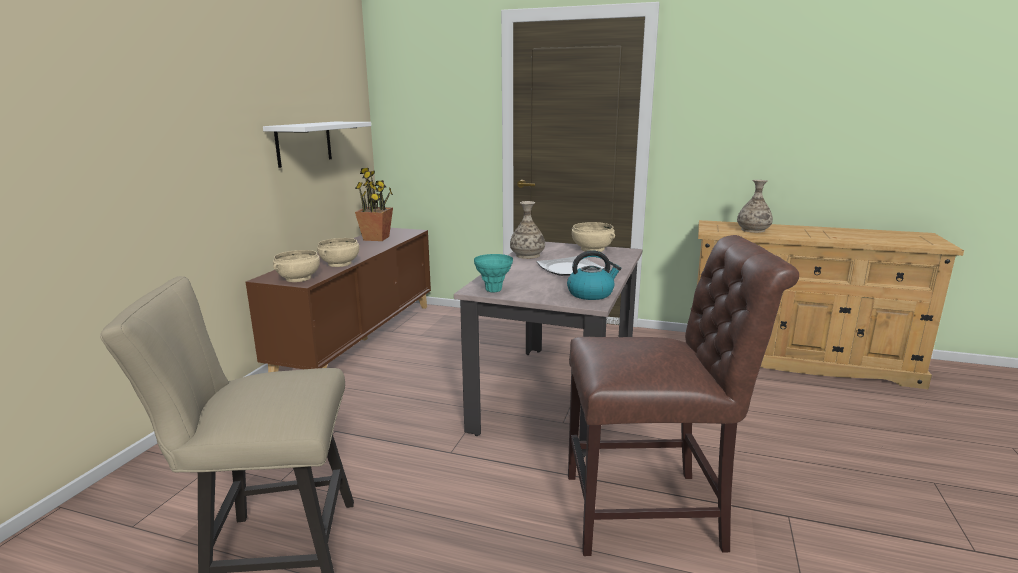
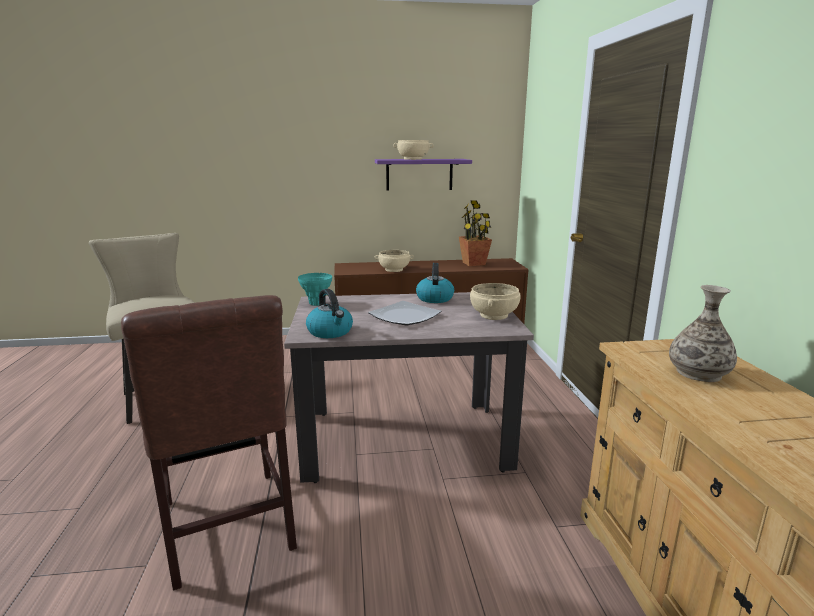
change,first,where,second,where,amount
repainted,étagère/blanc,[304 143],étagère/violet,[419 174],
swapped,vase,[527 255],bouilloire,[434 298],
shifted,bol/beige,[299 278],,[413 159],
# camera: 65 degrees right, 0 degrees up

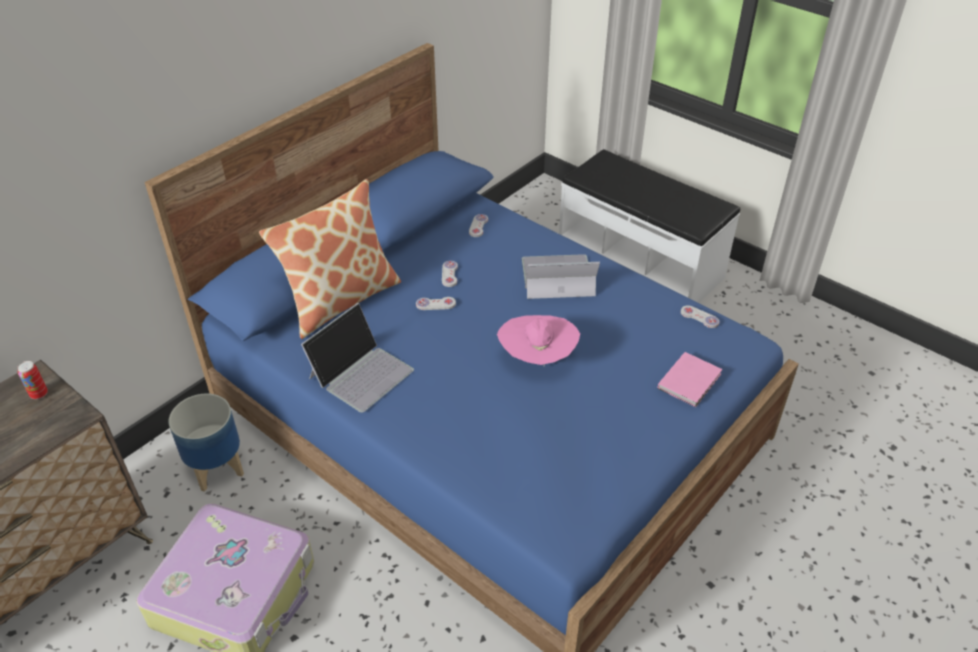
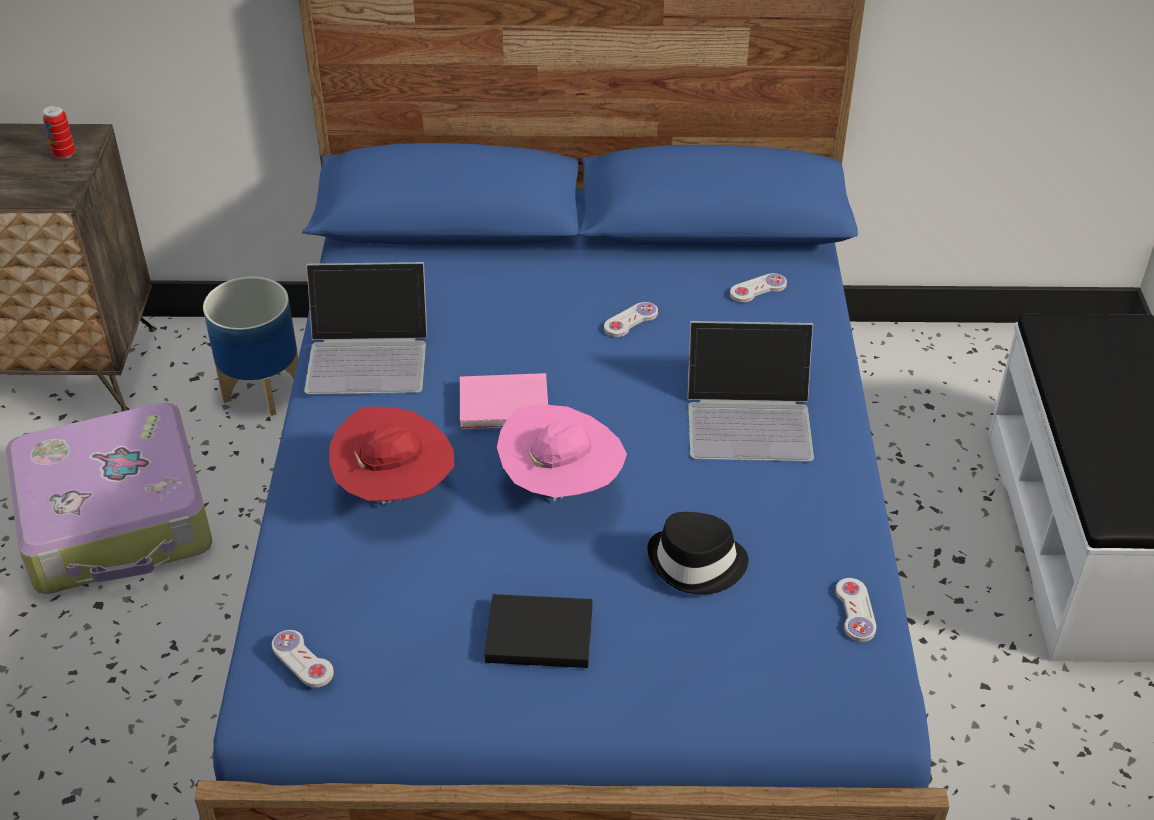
change,first,where,second,where,amount
gone,coussin,[340 300],,,
rotated,ordinateur portable,[557 277],,[750 417],135 degrees clockwise
shifted,manette/blanc,[436 304],,[302 660],
shifted,livre/rose,[691 380],,[506 406],
new,,,chapeau/rouge,[396 491],
new,,,chapeau/noir,[697 563],
new,,,livre/noir,[536 633],
# camera: 50 degrees right, 0 degrees up

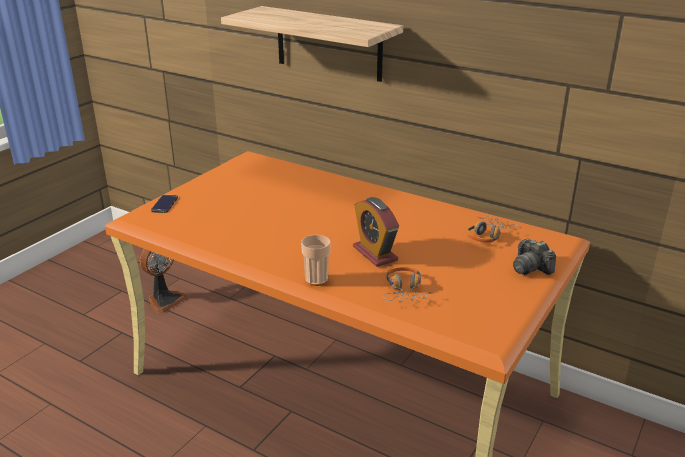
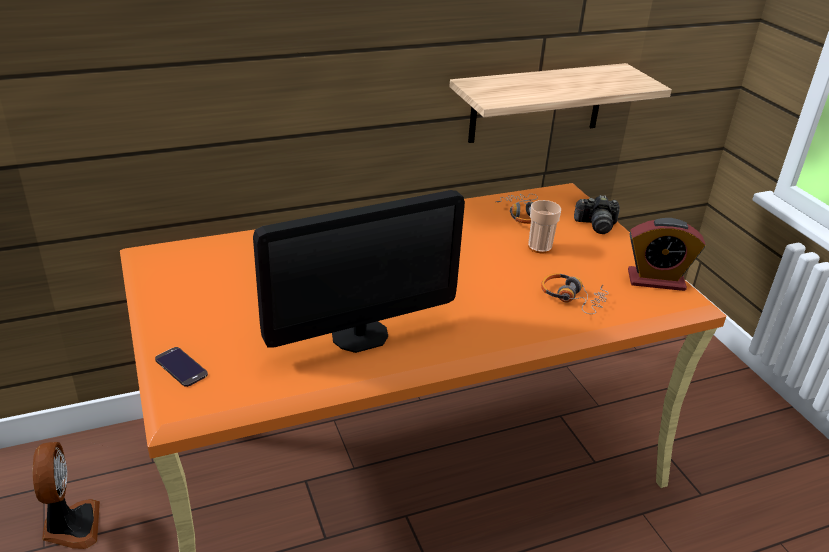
change,first,where,second,where,amount
shifted,étagère,[328 43],,[537 103],
shifted,réveil,[375 253],,[656 280],
shifted,tasse,[316 279],,[539 247],
new,,,écran d'ordinateur,[360 335],
# camera: 55 degrees left, 5 degrees up

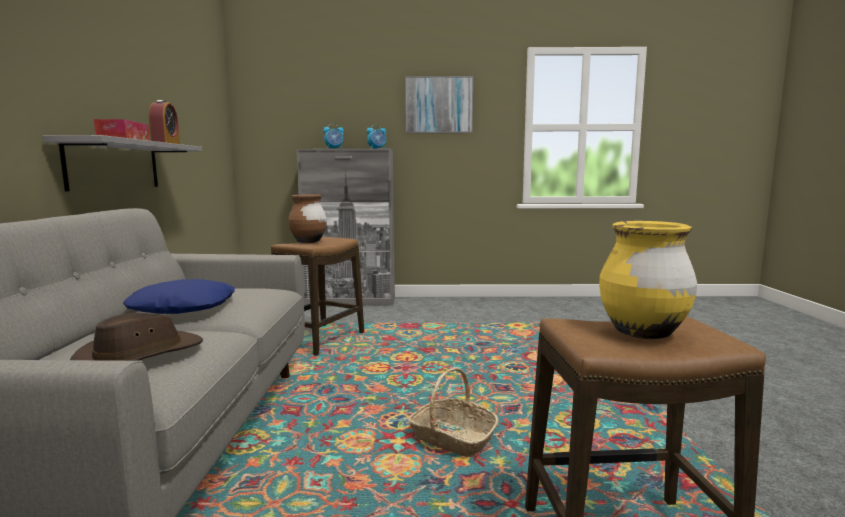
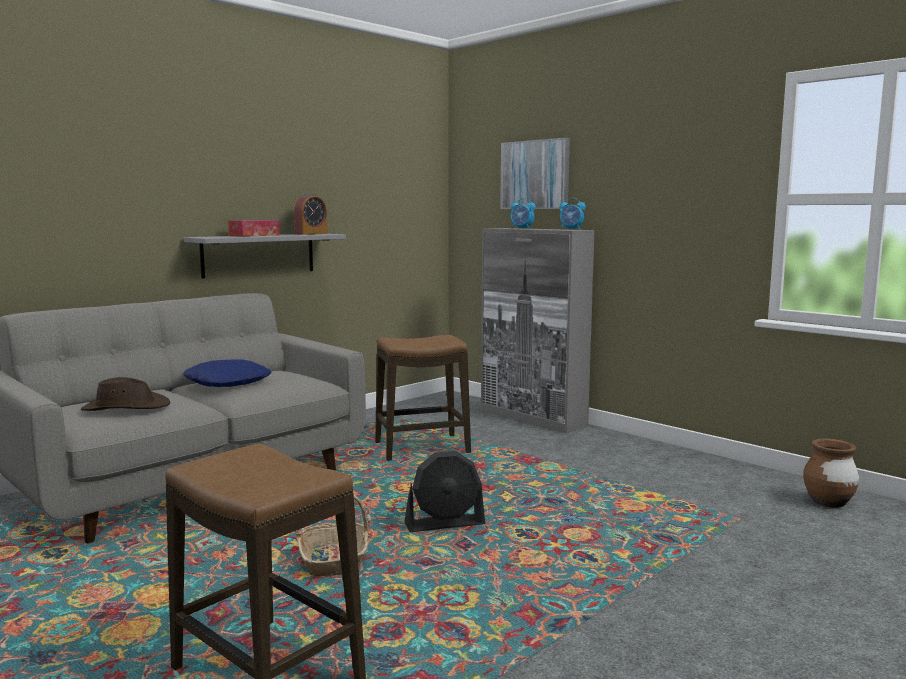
change,first,where,second,where,amount
shifted,tableau,[439 105],,[535 175],
shifted,vase/marron,[308 242],,[828 503],
gone,vase/jaune,[642 332],,,
new,,,ventilateur/noir,[445 524],
# camera: 45 degrees right, 0 degrees up

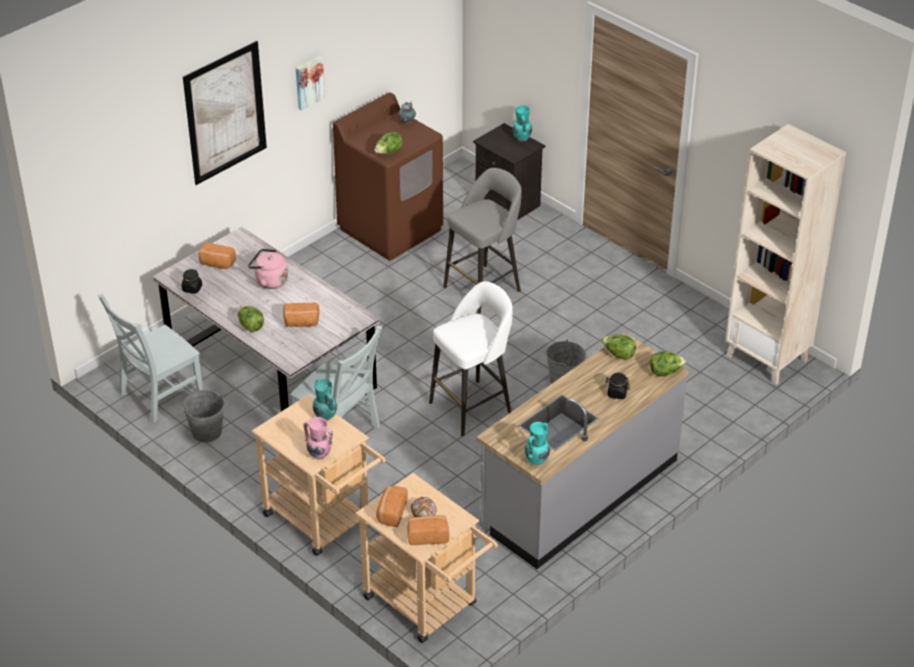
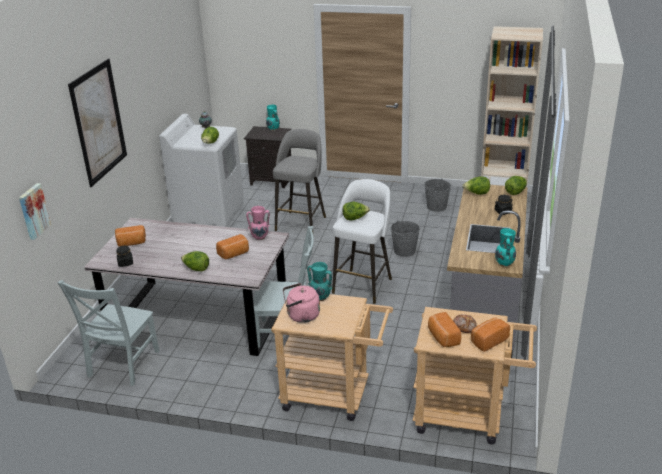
change,first,where,second,where,amount
shifted,tableau,[308 82],,[33 211],
repainted,lave-linge/marron,[391 229],lave-linge/blanc,[209 213],
shifted,bouilloire/rose,[269 281],,[301 316],
shifted,seau/gris,[207 432],,[436 207],
shifted,vase/rose,[319 455],,[260 238],
new,,,laitue,[355 218],
# camera: 30 degrees left, 10 degrees down

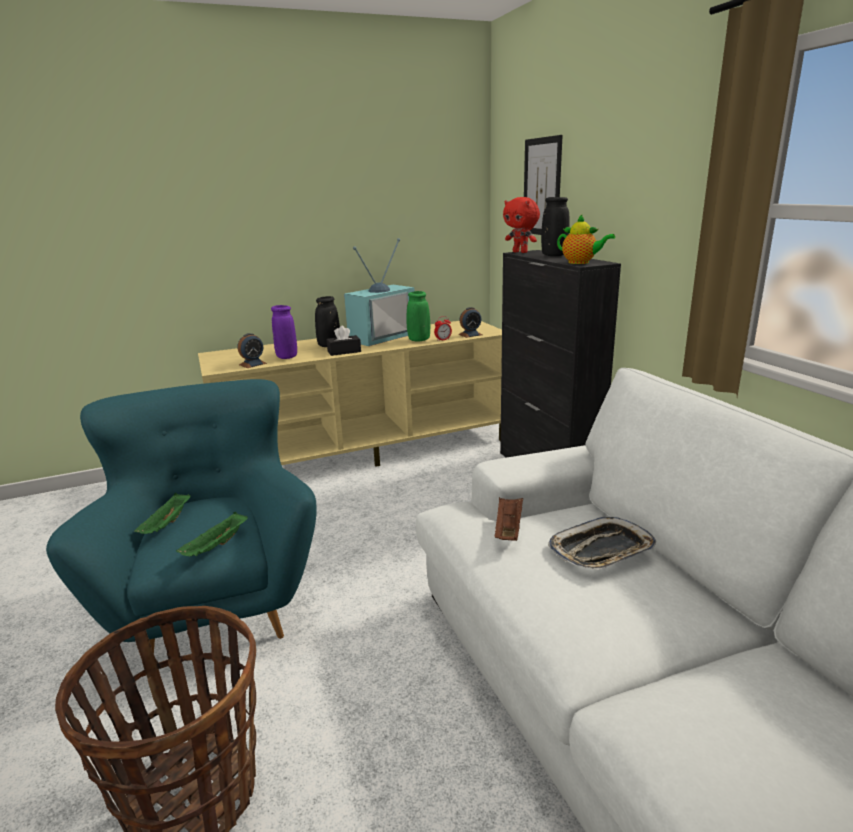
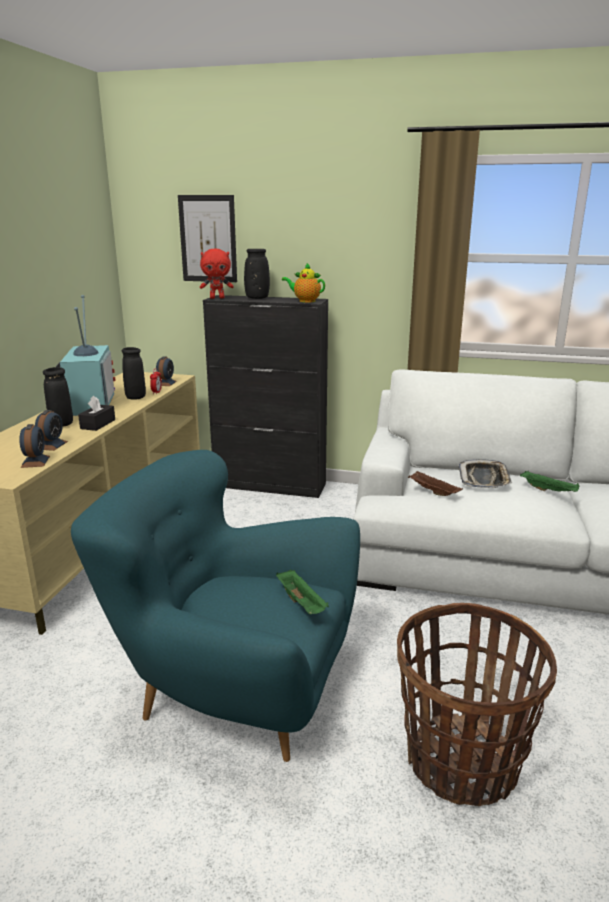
change,first,where,second,where,amount
rotated,théière,[581 263],,[305 301],135 degrees counterclockwise
repainted,vase/vert,[419 340],vase/noir,[136 397],
swapped,vase/violet,[287 357],réveil,[51 445],
shifted,plateau/vert,[167 524],,[549 490],
# camera: 55 degrees left, 0 degrees up

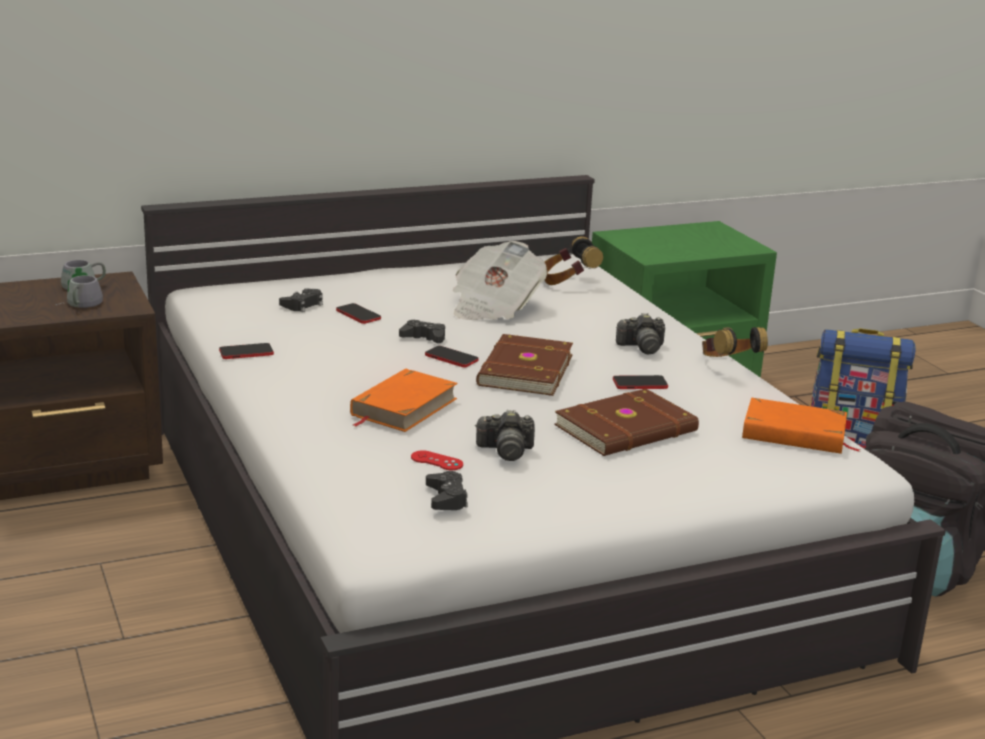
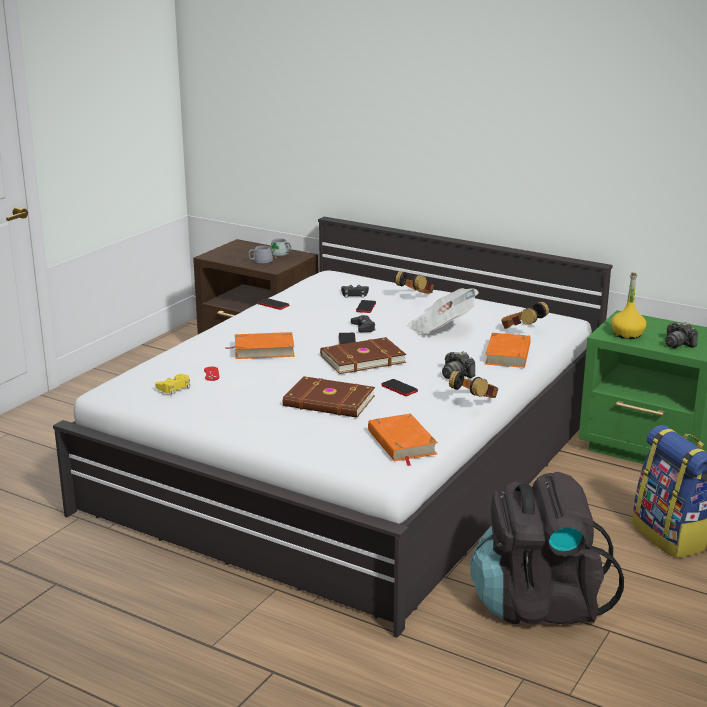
change,first,where,second,where,amount
shifted,appareil photo,[505 451],,[678 344],
repainted,manette/noir,[446 498],manette/jaune,[174 387],
new,,,casque audio,[416 297],
new,,,bouteille/jaune,[627 334],
new,,,livre/orange,[508 354],
# camera: 55 degrees right, 0 degrees up

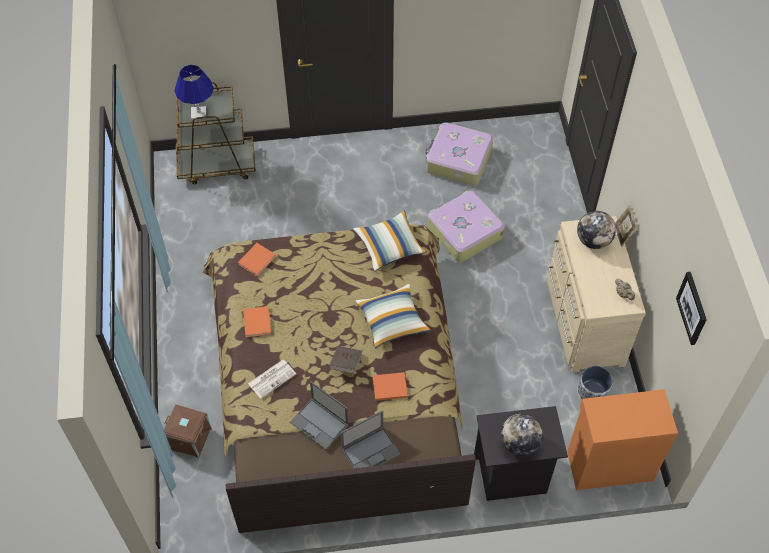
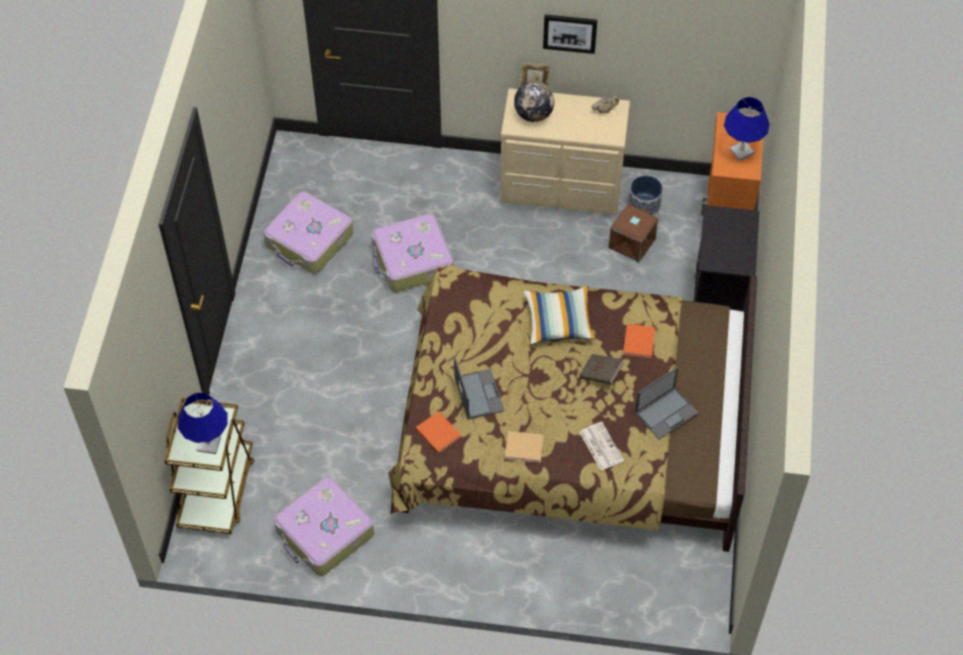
change,first,where,second,where,amount
gone,coussin,[389 246],,,
shifted,tableau,[692 308],,[570 32],
repainted,livre/orange,[257 323],livre/beige,[525 448],
shifted,boîte de rangement/marron,[190 438],,[631 243],
shifted,ordinateur portable,[371 451],,[478 394],
gone,globe,[519 444],,,
new,,,lampe de table/bleu,[741 151],
new,,,valise,[324 533],
# camera: 75 degrees left, 0 degrees up

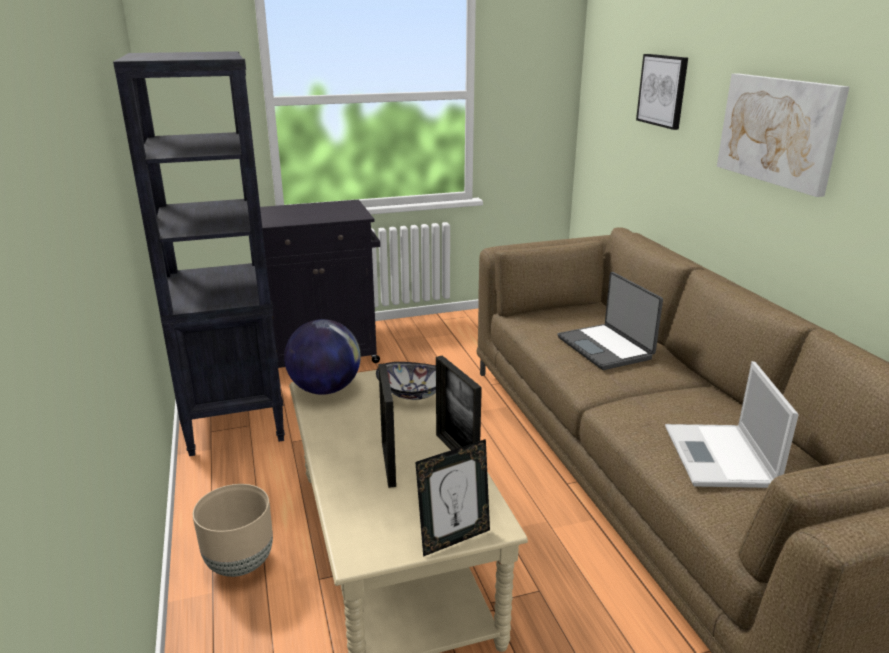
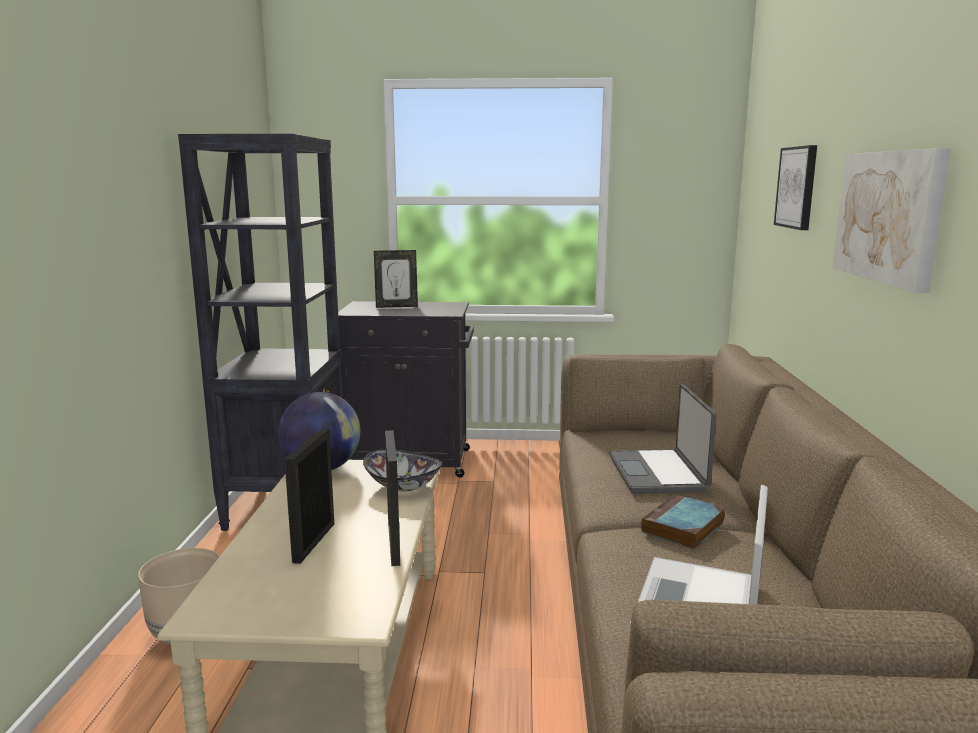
change,first,where,second,where,amount
shifted,cadre photo,[454 539],,[396 306],
new,,,livre,[683 528],
# camera: 20 degrees right, 10 degrees down

